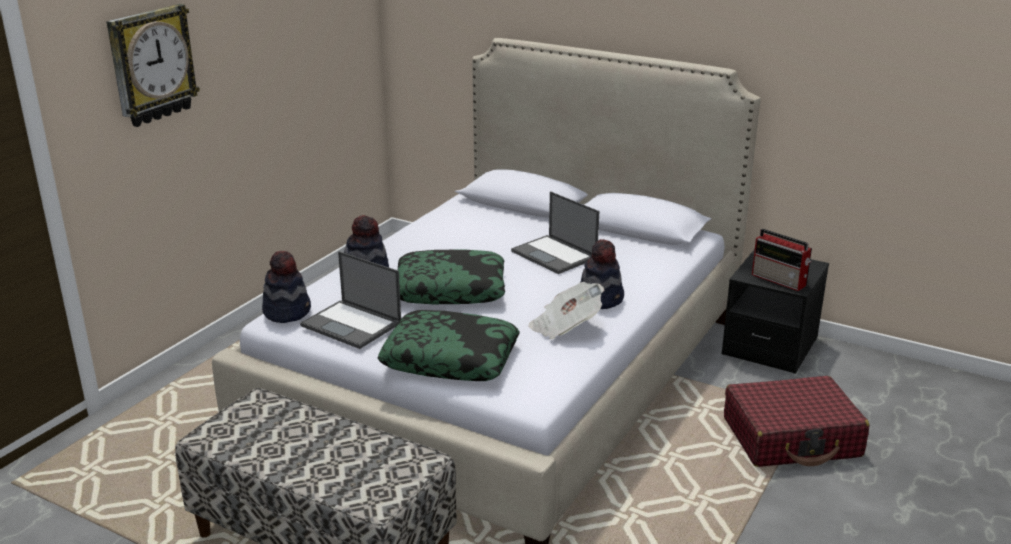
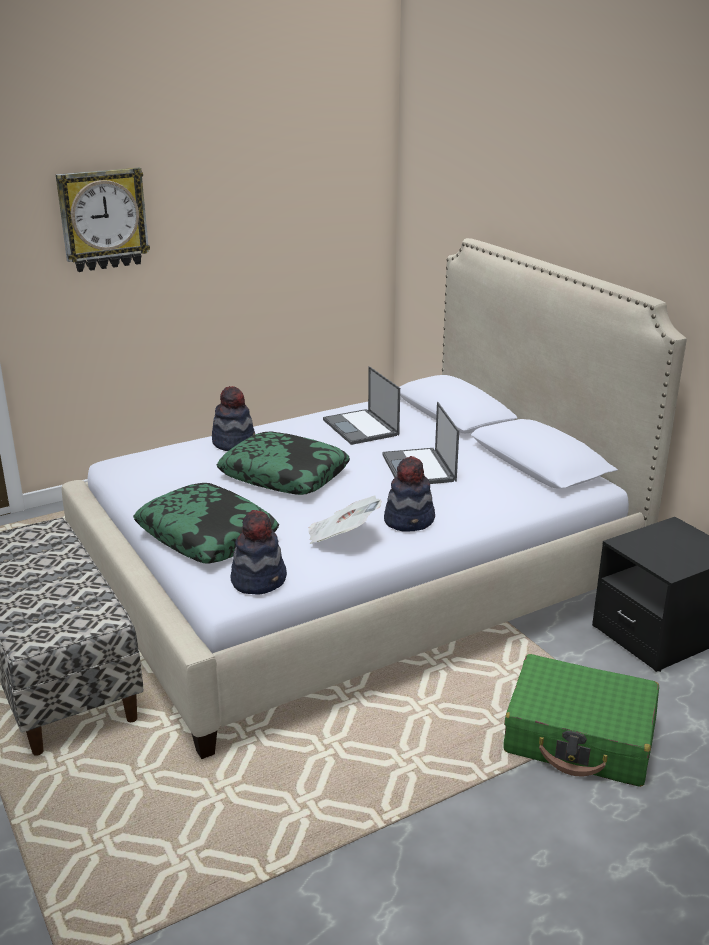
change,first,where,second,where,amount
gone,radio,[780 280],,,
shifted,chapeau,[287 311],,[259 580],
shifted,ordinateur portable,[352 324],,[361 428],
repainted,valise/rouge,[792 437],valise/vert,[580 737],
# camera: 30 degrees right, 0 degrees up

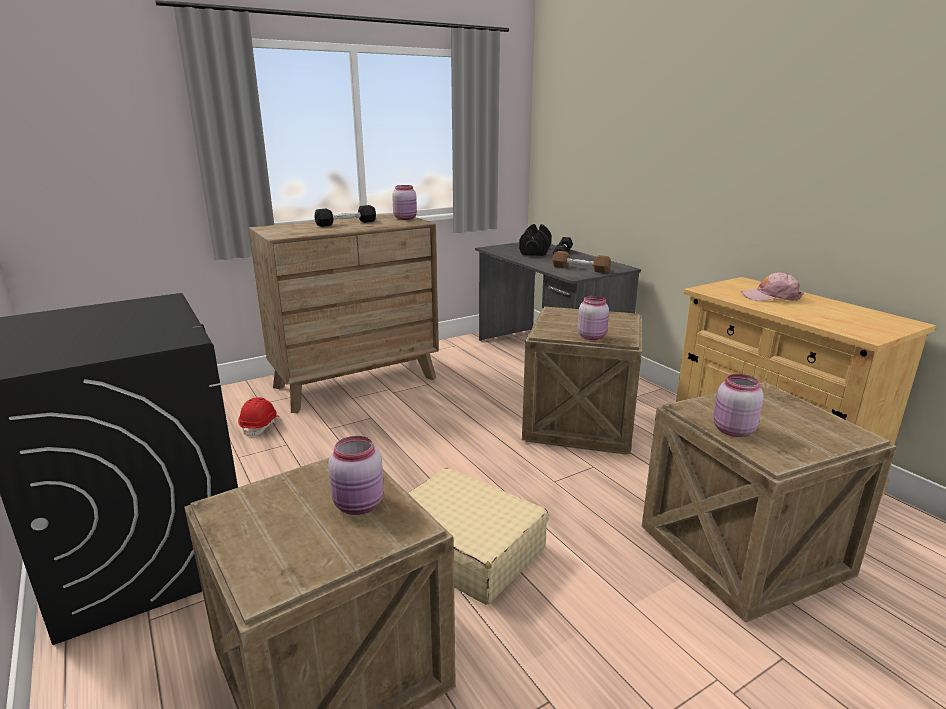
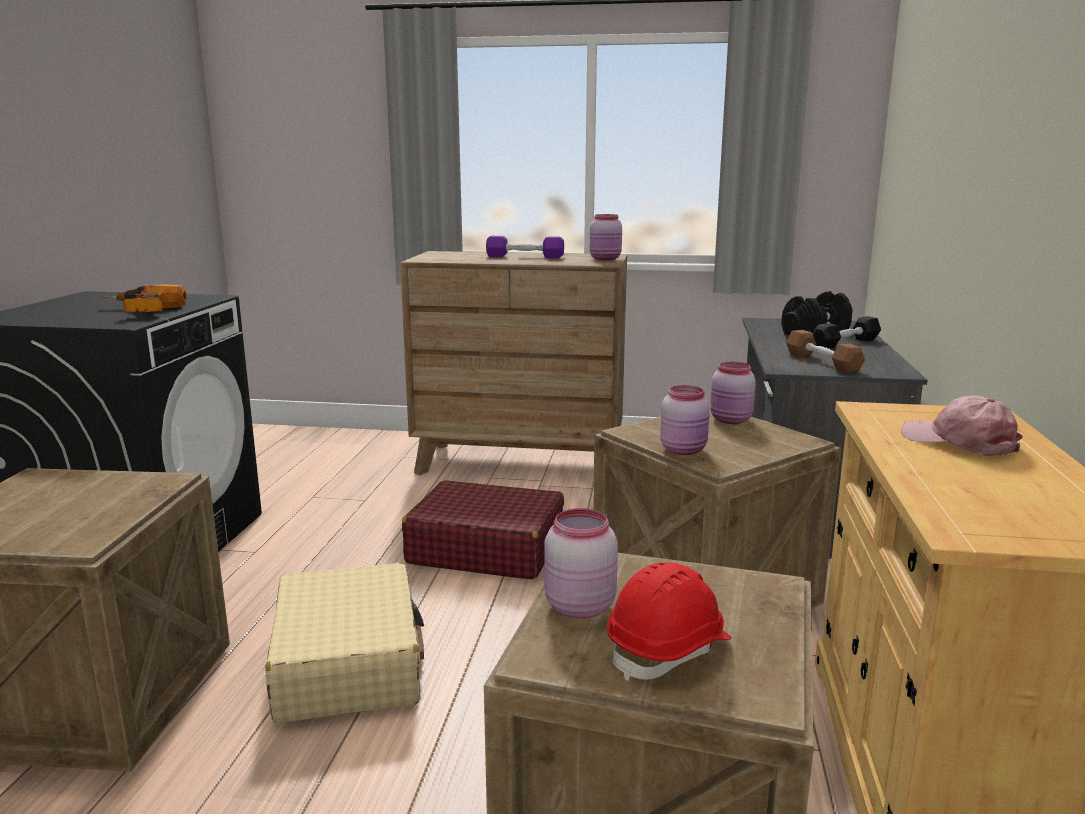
change,first,where,second,where,amount
repainted,haltère/noir,[346 223],haltère/violet,[525 257],
shifted,casque de chantier/rouge,[260 426],,[669 649],
shifted,bocal/rose,[359 505],,[731 420],
new,,,perceuse,[143 311],
new,,,valise/rouge,[485 549],
# camera: 40 degrees right, 5 degrees down

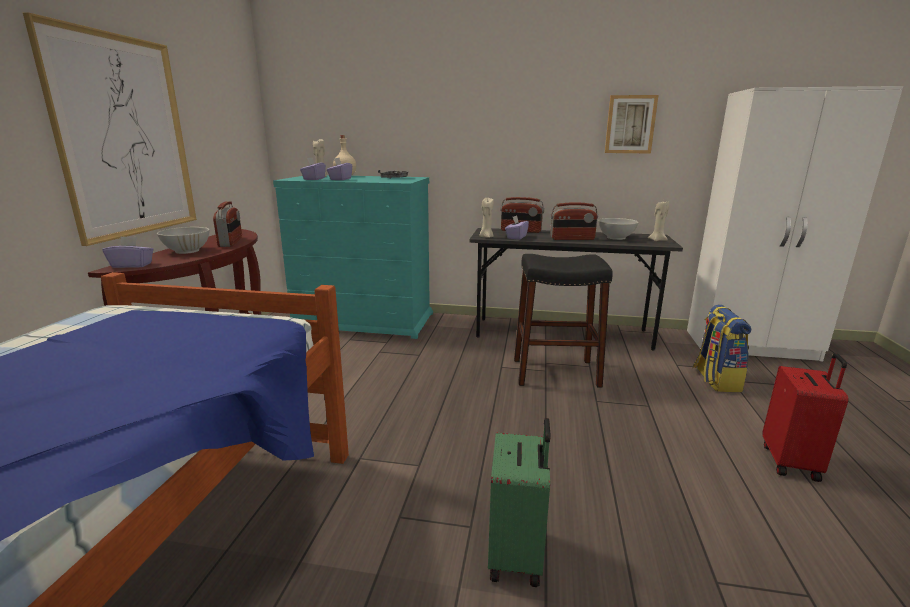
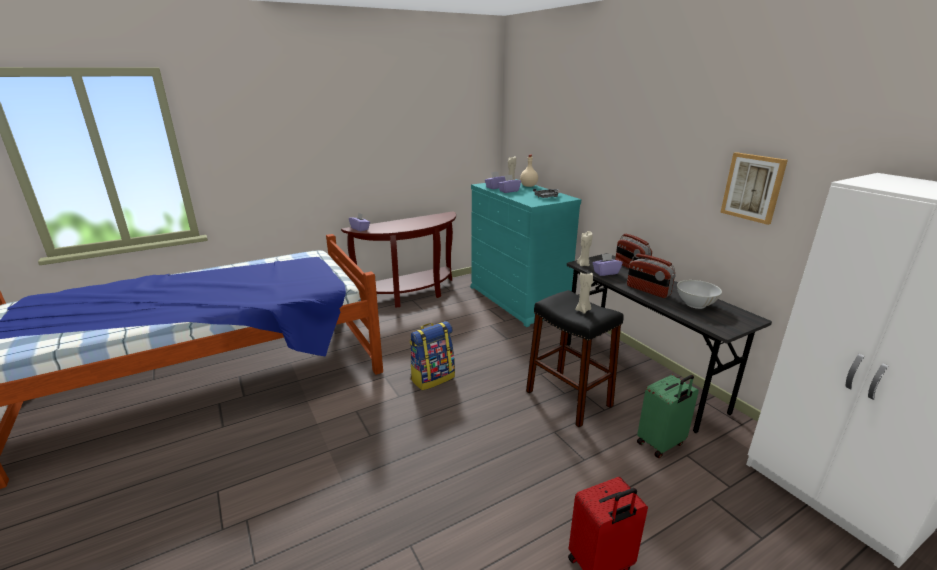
change,first,where,second,where,amount
gone,tableau,[125 137],,,
gone,radio,[231 242],,,
shifted,bougie/beige,[657 240],,[583 310],
gone,bol/blanc,[187 251],,,
shifted,sac à dos,[715 380],,[432 378],
shifted,valise/vert,[517 555],,[661 444],
# camera: 50 degrees right, 5 degrees up

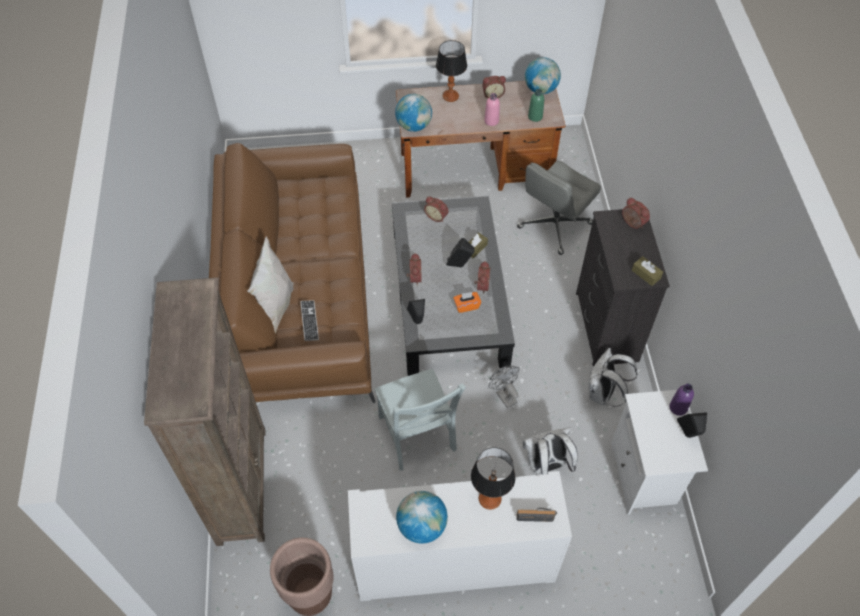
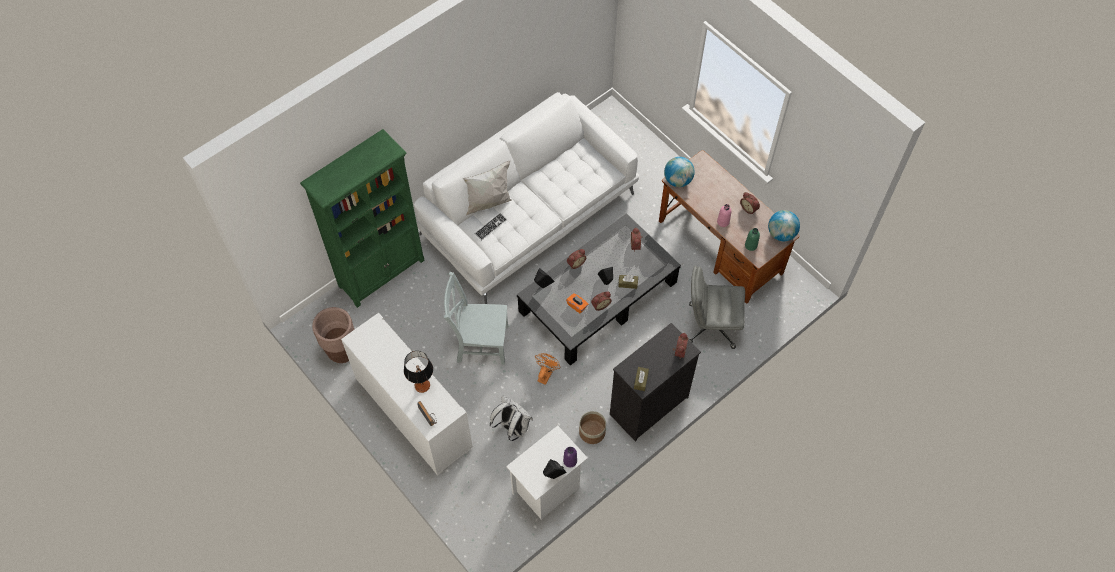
change,first,where,second,where,amount
gone,lampe de table,[451 96],,,
repainted,canapé/marron,[299 295],canapé/blanc,[529 213],
repainted,bibliothèque/marron,[241 485],bibliothèque/vert,[382 272],
swapped,sac à dos/blanc,[603 393],cache-pot,[592 432],
repainted,ventilateur/gris,[504 395],ventilateur/orange,[546 374],
rotated,chaise/gris,[417 436],,[479 343],60 degrees clockwise
gone,globe,[422 526],,,
# camera: 55 degrees right, 5 degrees up

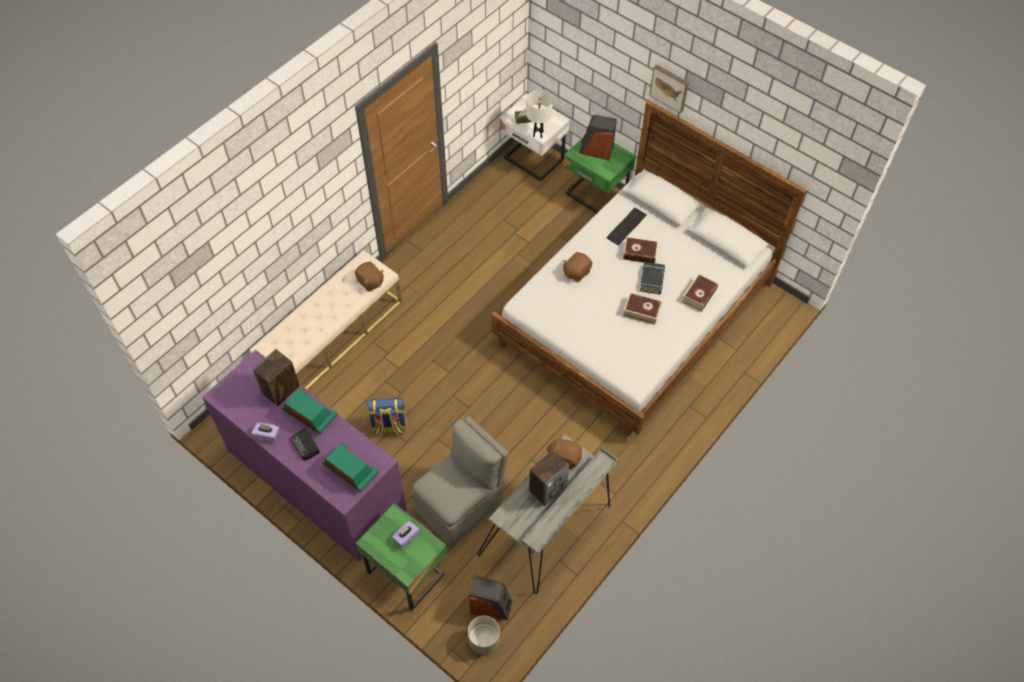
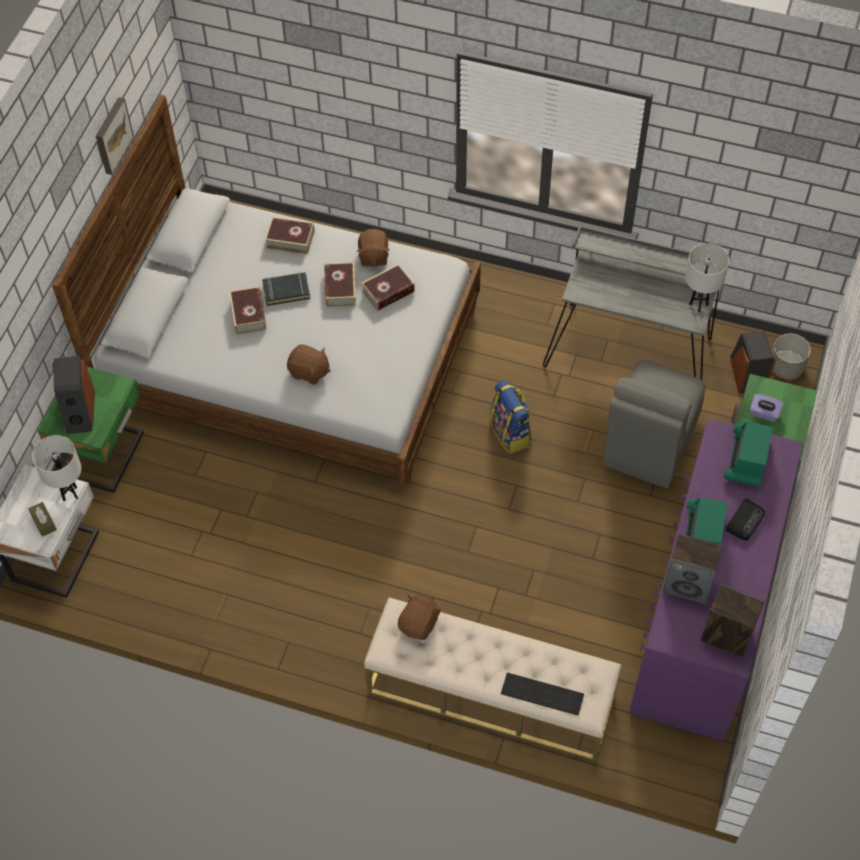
change,first,where,second,where,amount
shifted,tableau,[670 87],,[112 135],
shifted,clavier,[626 225],,[541 695],
shifted,sac à dos,[389 427],,[511 433],
rotated,chaise/gris,[461 504],,[648 445],90 degrees counterclockwise
gone,boîte à mouchoirs/violet,[267 435],,,
shifted,peluche/marron,[564 457],,[373 257],
shifted,enceinte,[547 488],,[725 636],
new,,,lampe de table/blanc,[698 304],
new,,,livre,[388 291],
# camera: 110 degrees left, 0 degrees up

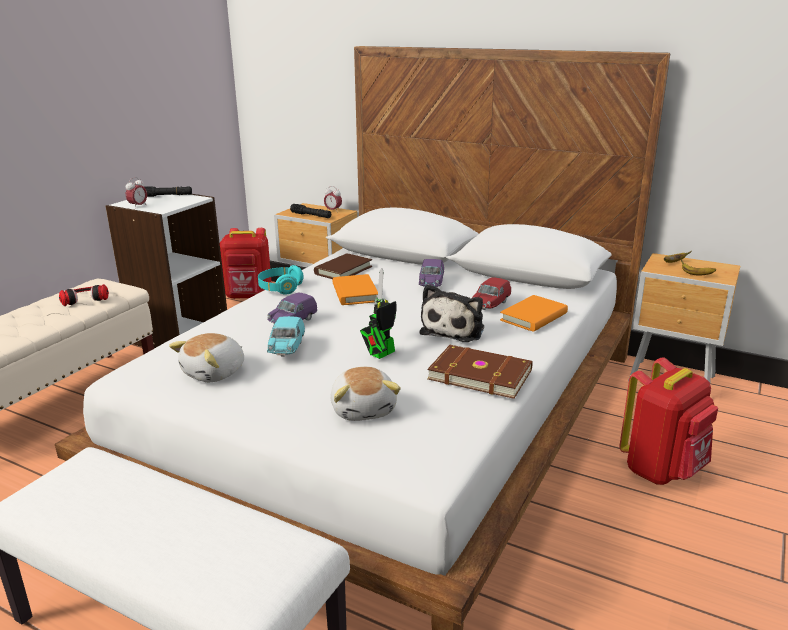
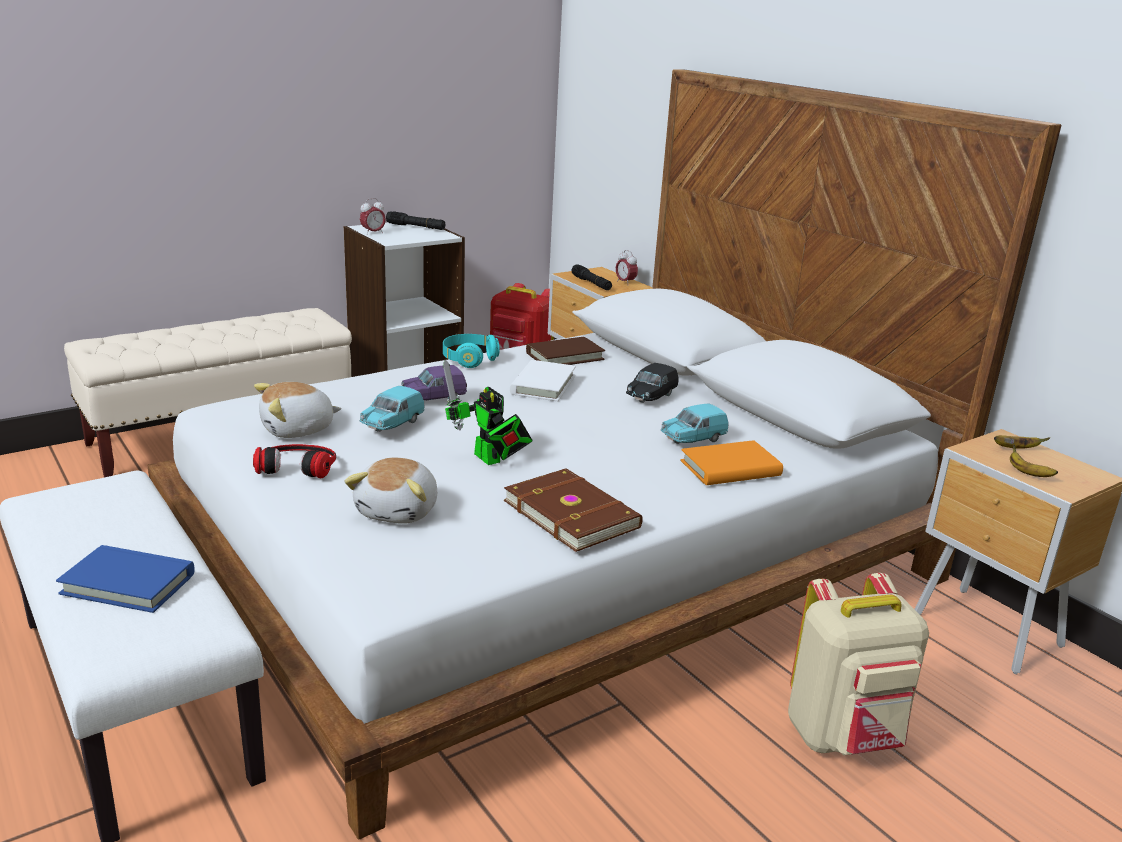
change,first,where,second,where,amount
repainted,petite voiture/violet,[431 284],petite voiture/noir,[651 397],
rotated,robot jouet,[380 354],,[489 460],105 degrees counterclockwise
repainted,livre/orange,[355 293],livre/blanc,[543 385],
repainted,petite voiture/rouge,[490 304],petite voiture/turquoise,[693 439],
shifted,casque audio,[85 298],,[298 465],
gone,peluche,[454 329],,,
repainted,sac à dos/rouge,[662 470],sac à dos/beige,[844 736],
new,,,livre/bleu,[128 584],
# camera: 25 degrees right, 0 degrees up

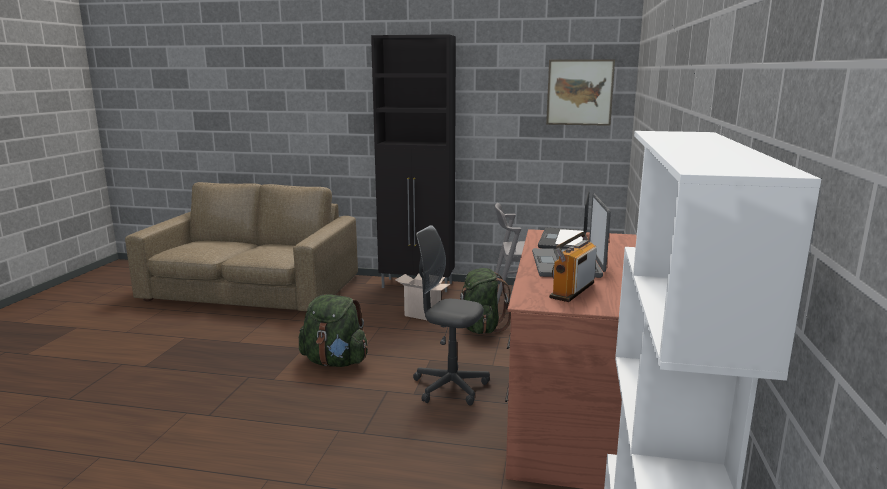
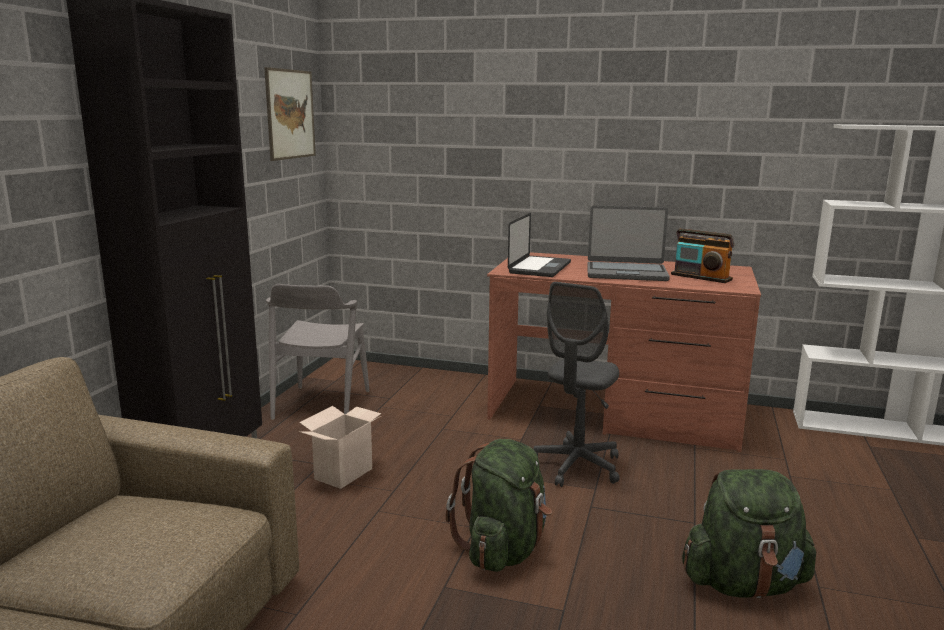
change,first,where,second,where,amount
rotated,ordinateur portable,[563 240],,[540 268],90 degrees counterclockwise
shifted,sac à dos/vert,[480 328],,[743 584],
# camera: 85 degrees left, 0 degrees up

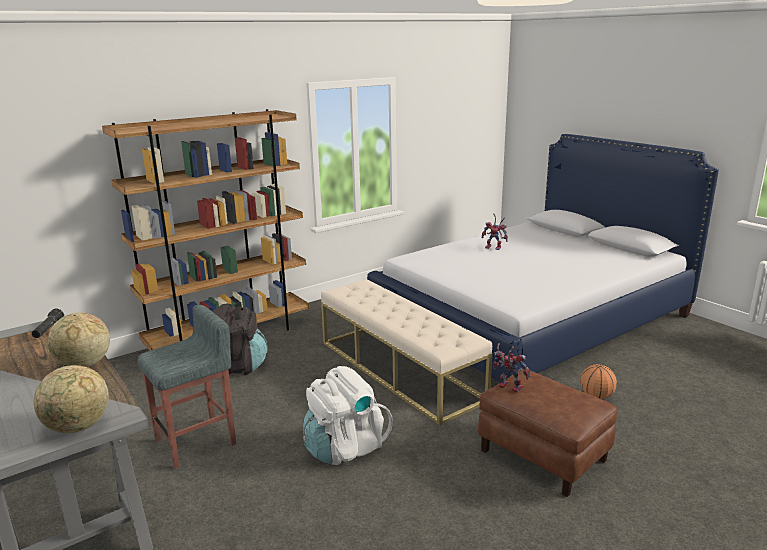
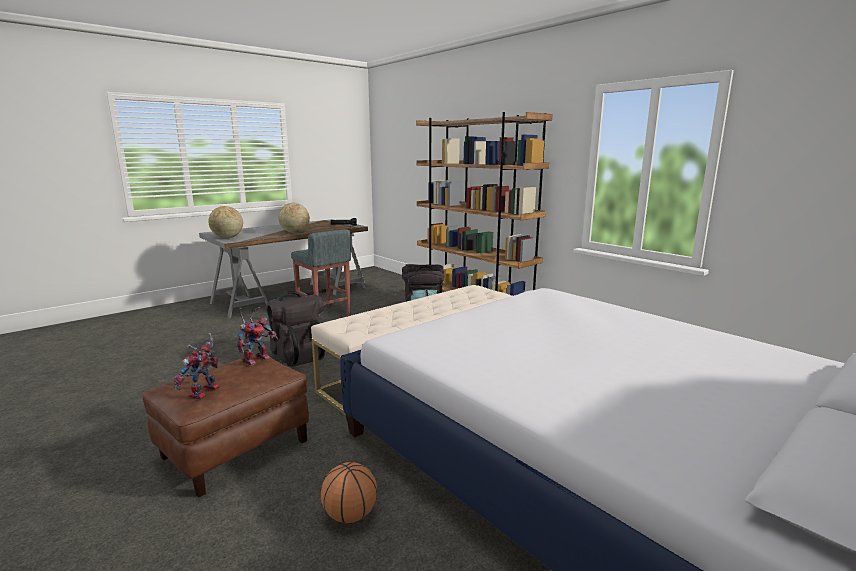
change,first,where,second,where,amount
shifted,robot jouet,[495 247],,[204 394],
repainted,sac à dos/blanc,[344 447],sac à dos/noir,[298 355],
# camera: 85 degrees right, 5 degrees down

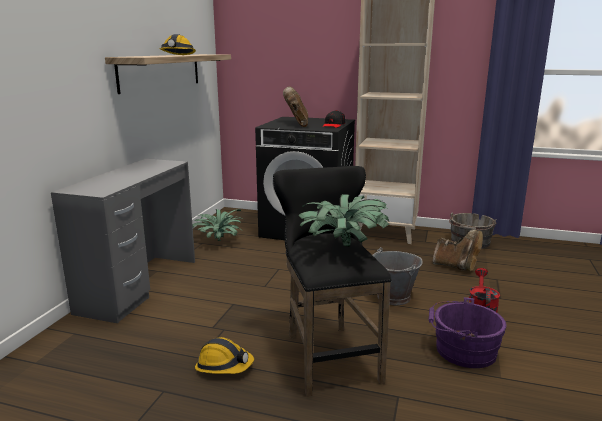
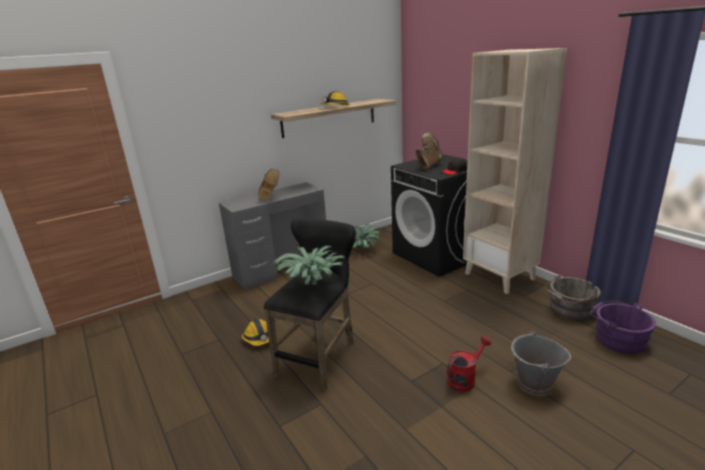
change,first,where,second,where,amount
shifted,botte/marron,[456 267],,[268 197],
shifted,seau/gris,[394 297],,[534 384],
shifted,seau/violet,[461 350],,[617 338],
# camera: 40 degrees right, 5 degrees up

